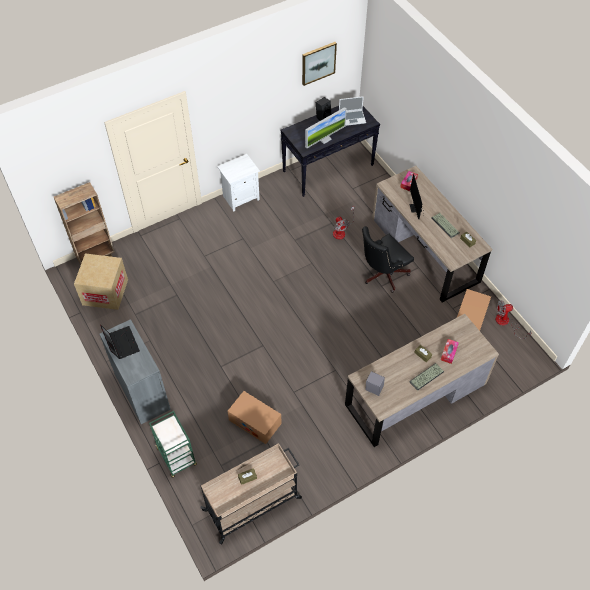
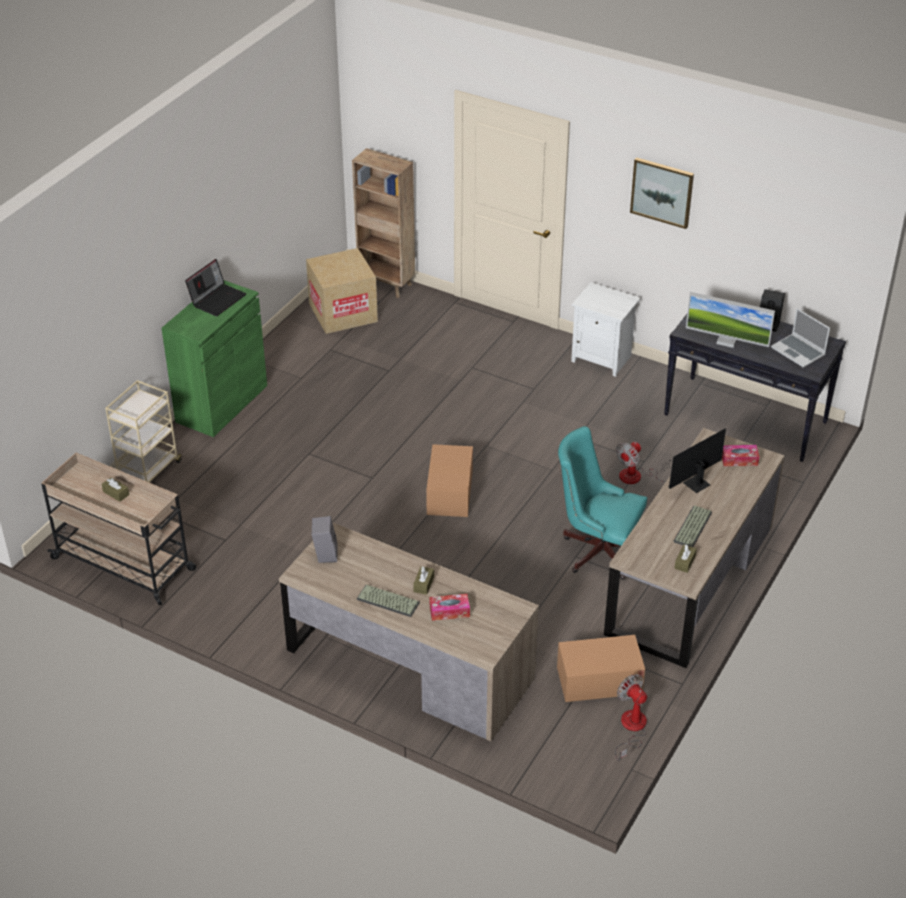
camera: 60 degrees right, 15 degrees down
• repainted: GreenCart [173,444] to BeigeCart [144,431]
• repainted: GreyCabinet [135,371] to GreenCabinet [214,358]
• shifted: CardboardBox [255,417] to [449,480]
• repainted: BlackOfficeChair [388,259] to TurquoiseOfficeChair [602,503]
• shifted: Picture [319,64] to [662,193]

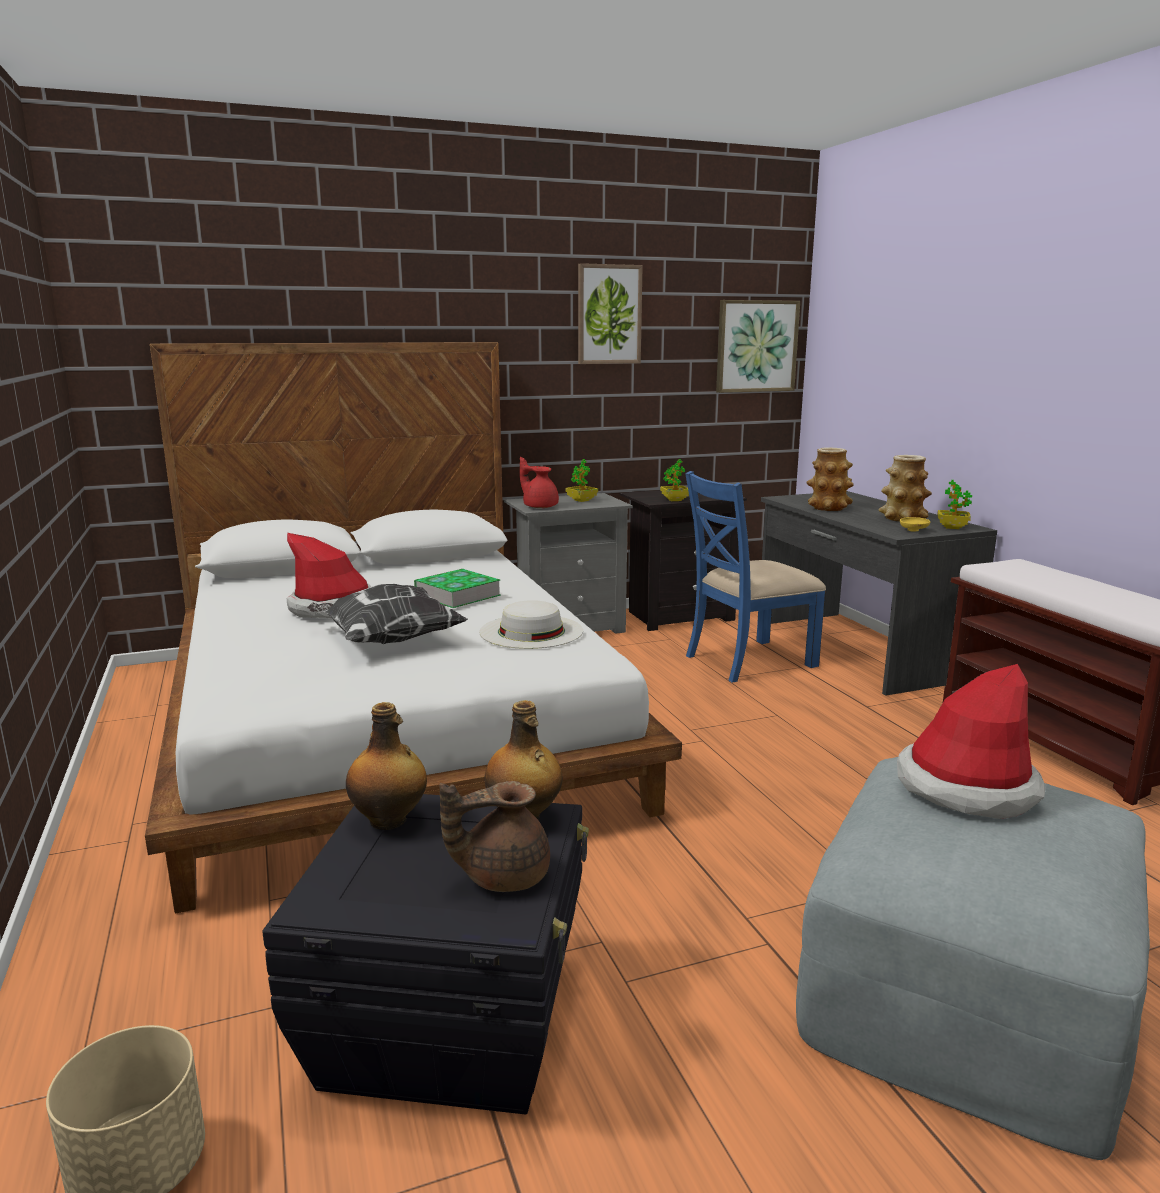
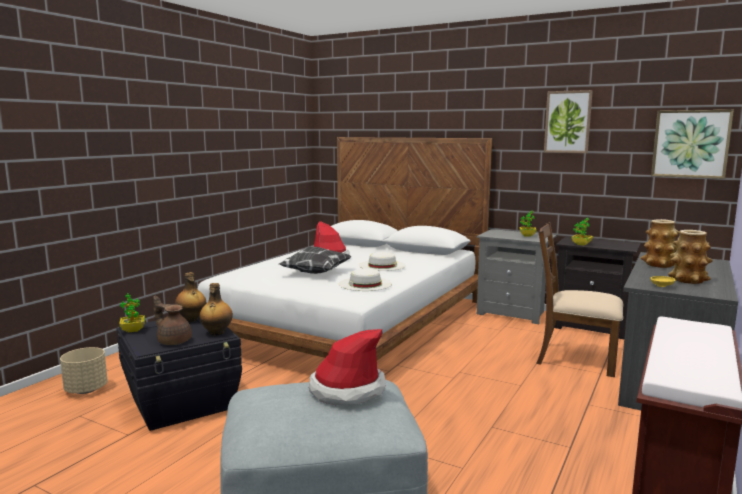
camera: 50 degrees right, 5 degrees down
• shifted: PottedPlant [955,504] to [132,313]
• swapped: Book [457,588] to WhiteHat [382,261]
• repainted: BlueChair [755,577] to BrownChair [579,299]
• gone: RedTeapot [539,482]

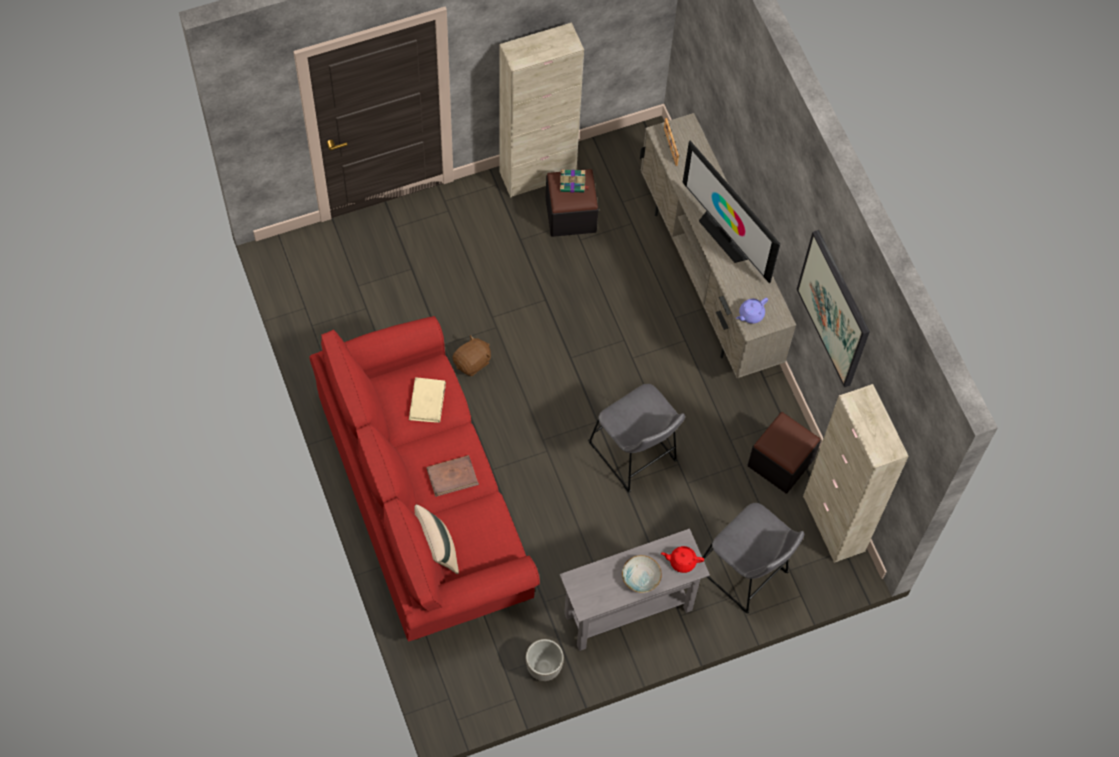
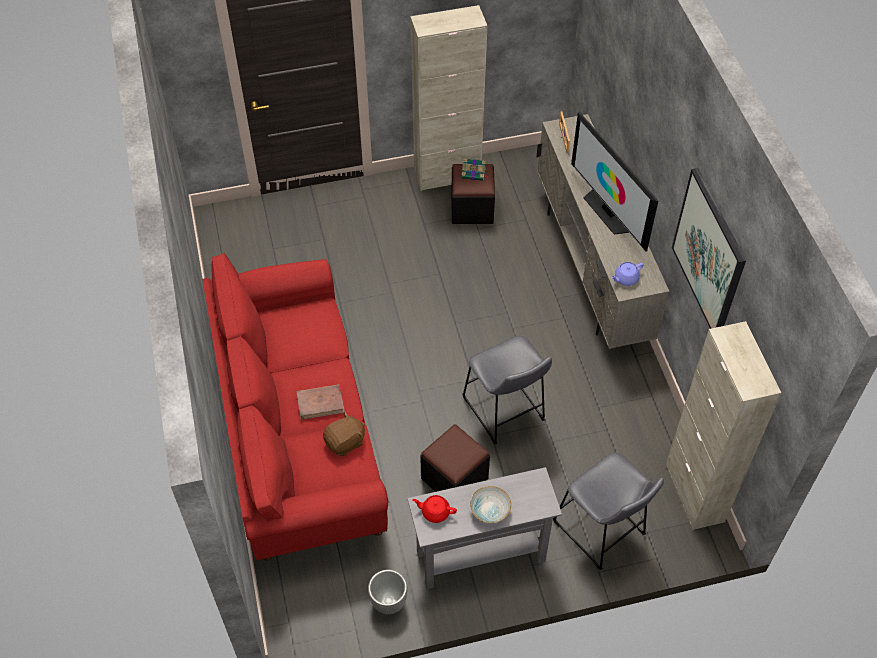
camera: 10 degrees right, 10 degrees down
• shifted: BrownPlushToy [471,355] to [344,434]
• shifted: RedTeapot [682,559] to [434,509]
• shifted: BlackOttoman [784,452] to [455,458]
• gone: BeigeBook [427,400]
• gone: BeigePillow [436,539]

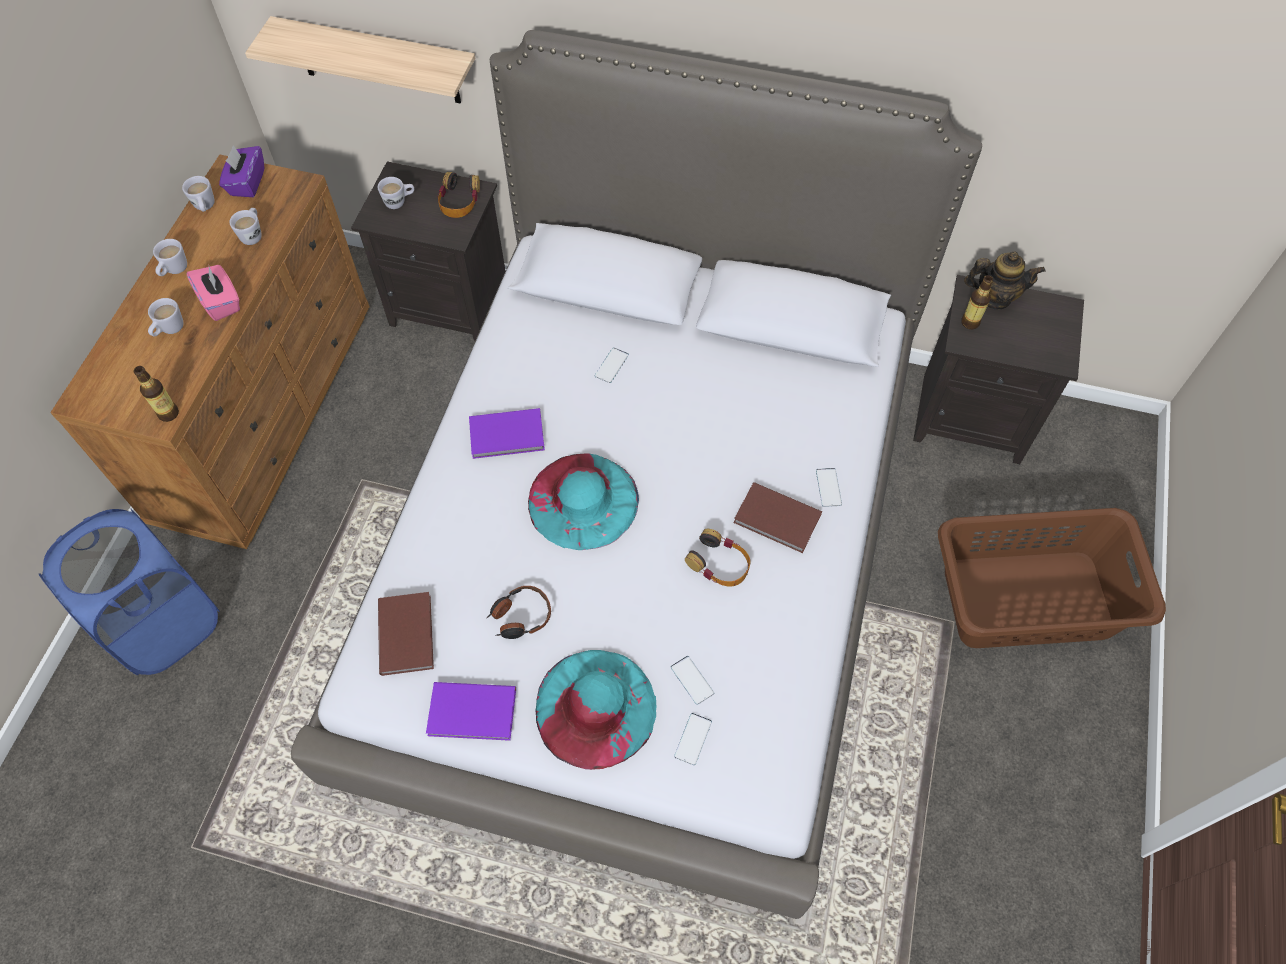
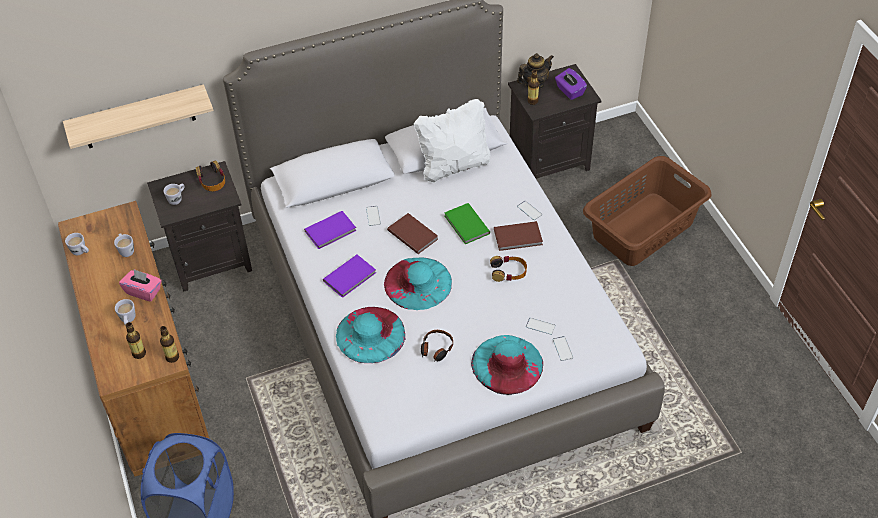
camera: 35 degrees left, 10 degrees down
• new: Bottle [135,340]
• shifted: PurpleBook [471,711] to [330,230]
• new: TurquoiseHat [371,335]
• shifted: BrownBook [406,634] to [412,233]
• new: WhitePillow [452,141]
• new: GreenBook [467,223]
• shifted: PurpleTissueBox [242,171] to [571,84]
• gone: WhiteMug [170,257]

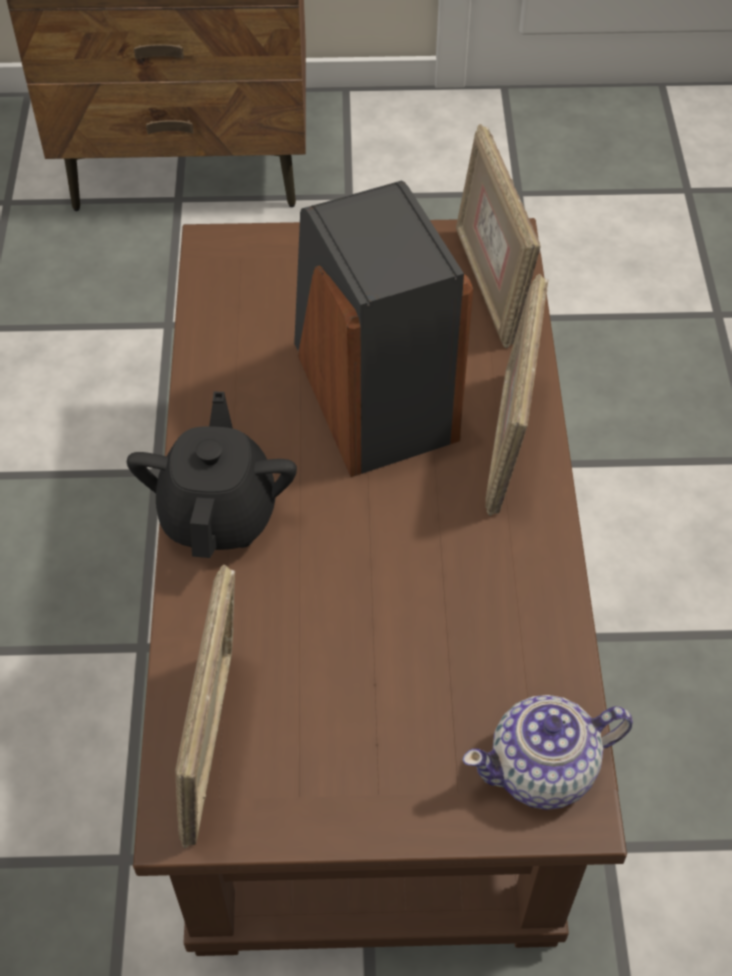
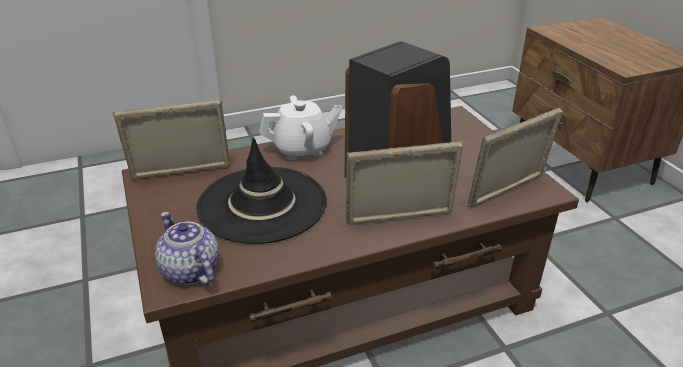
camera: 70 degrees right, 20 degrees down
• new: BlackHat [261,191]
• repainted: BlackTeapot [212,475] to WhiteTeapot [301,127]

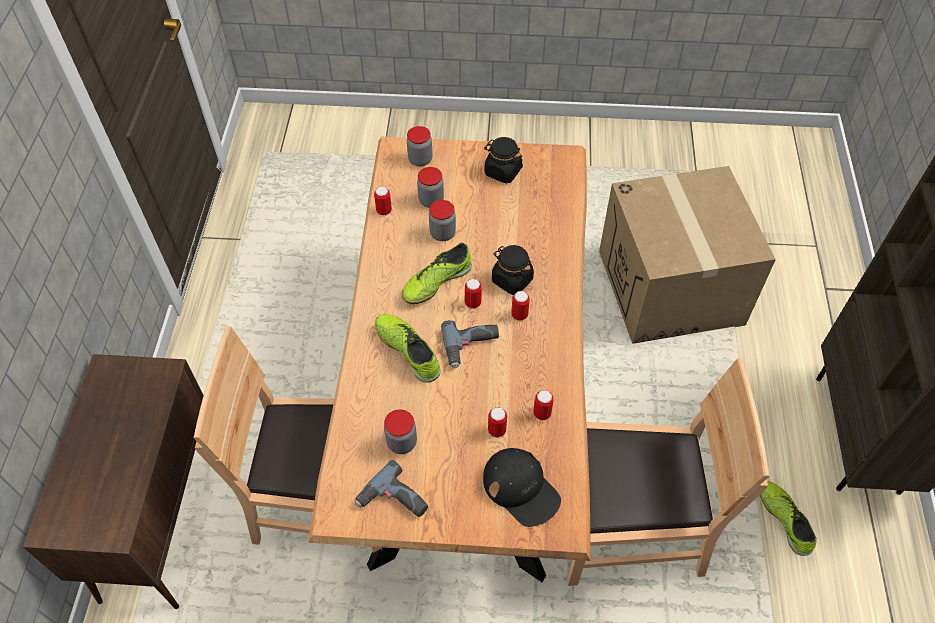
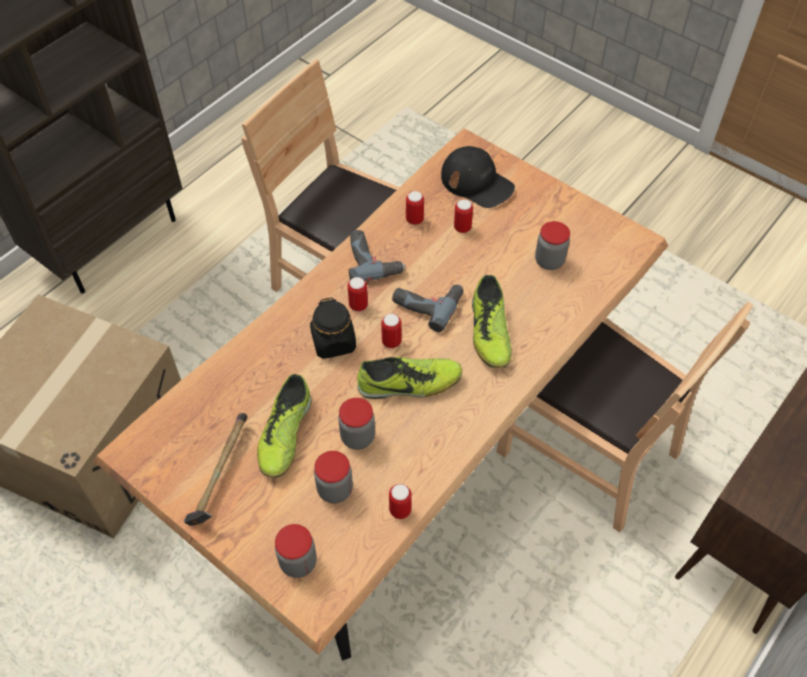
camera: 145 degrees left, 0 degrees up
• swapped: BlackJar [503,160] to Hammer [216,469]
• shifted: Shoe [788,518] to [284,426]
• shifted: PowerDrill [391,488] to [377,255]
• rotated: BlackCap [522,487] = [478,177] 135 degrees clockwise

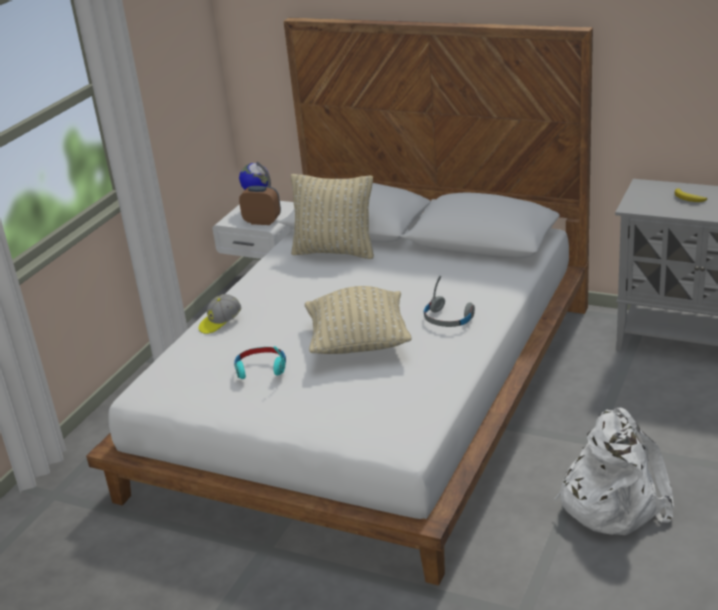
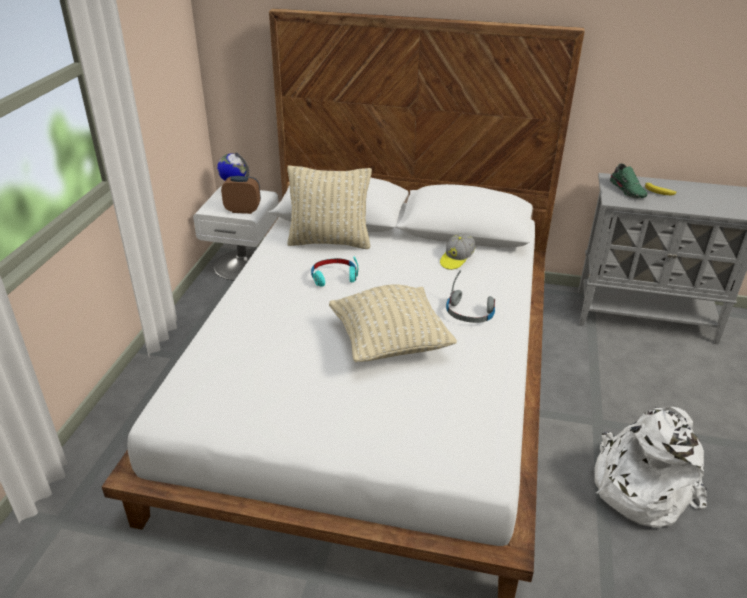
camera: 15 degrees left, 5 degrees up
• shifted: TurquoiseHeadphones [260,362] to [334,271]
• shifted: Cap [220,314] to [457,251]
• new: GreenShoe [628,181]

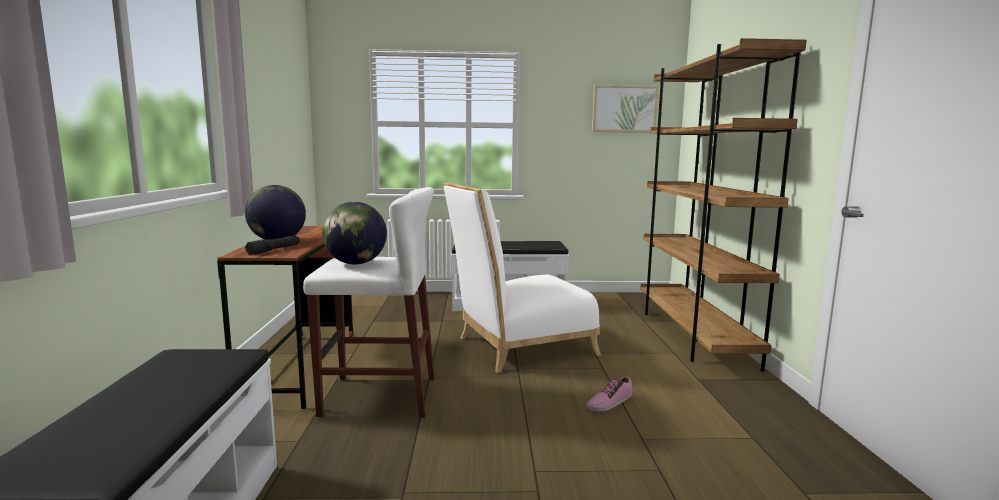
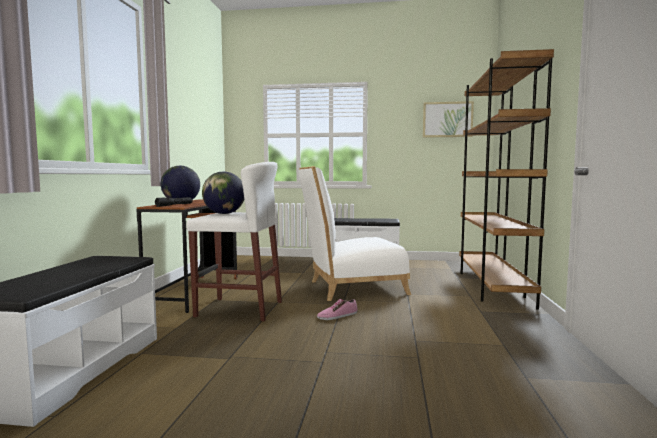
camera: 10 degrees right, 5 degrees down
• shifted: Shoe [610,394] to [337,309]

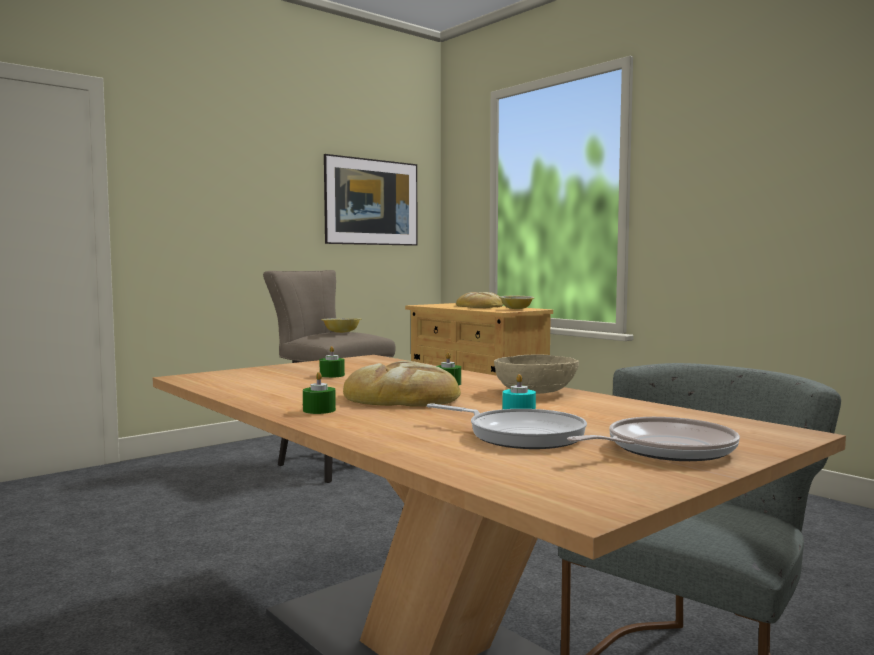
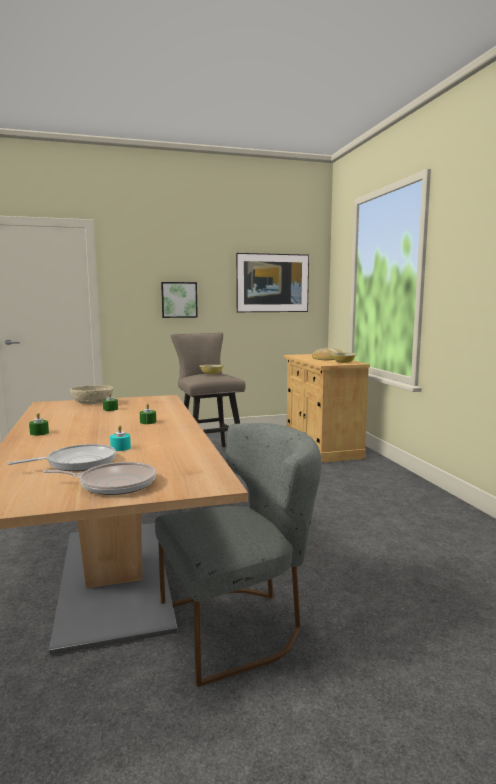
camera: 25 degrees right, 5 degrees up
• rotated: FryingPan [507,426] = [61,457] 90 degrees counterclockwise
• shifted: BeigeBowl [536,374] to [91,394]
• new: Picture [179,300]
• gone: Bread [402,384]

